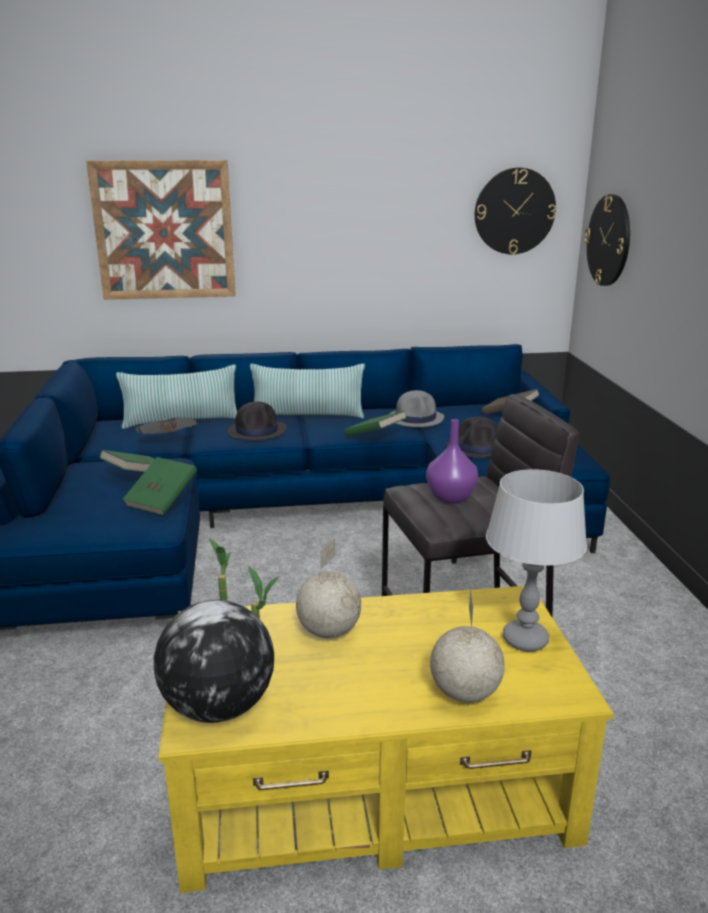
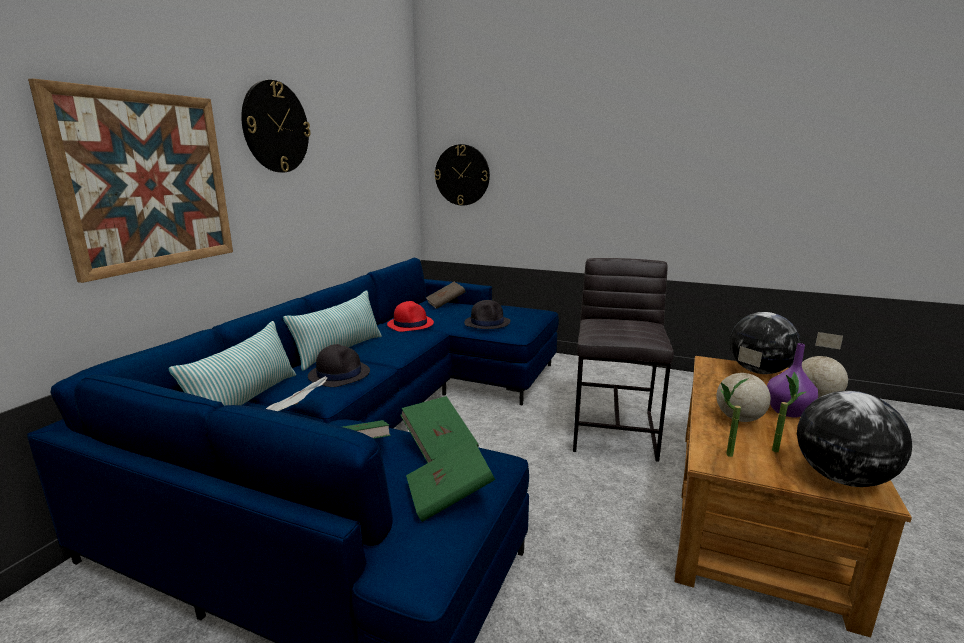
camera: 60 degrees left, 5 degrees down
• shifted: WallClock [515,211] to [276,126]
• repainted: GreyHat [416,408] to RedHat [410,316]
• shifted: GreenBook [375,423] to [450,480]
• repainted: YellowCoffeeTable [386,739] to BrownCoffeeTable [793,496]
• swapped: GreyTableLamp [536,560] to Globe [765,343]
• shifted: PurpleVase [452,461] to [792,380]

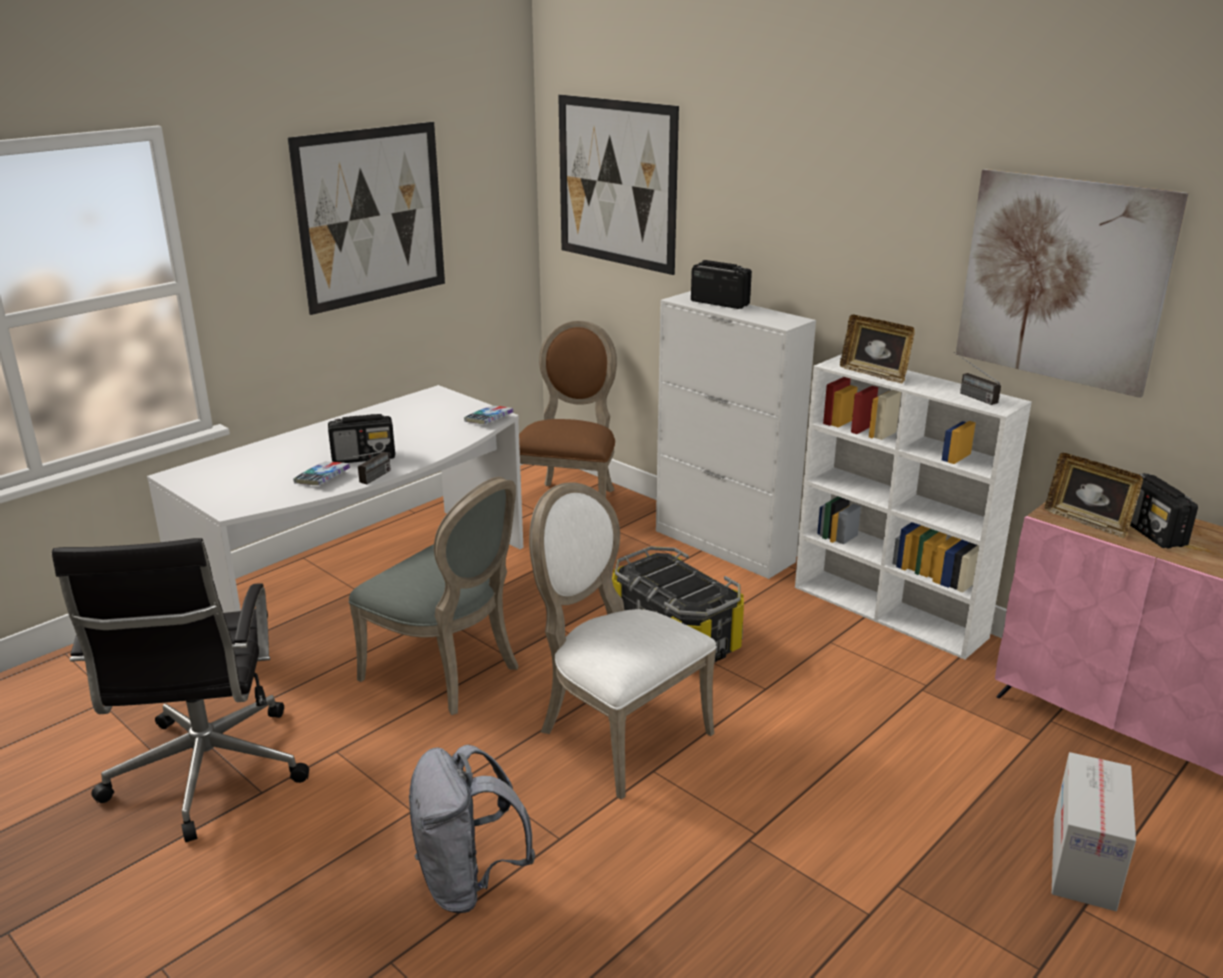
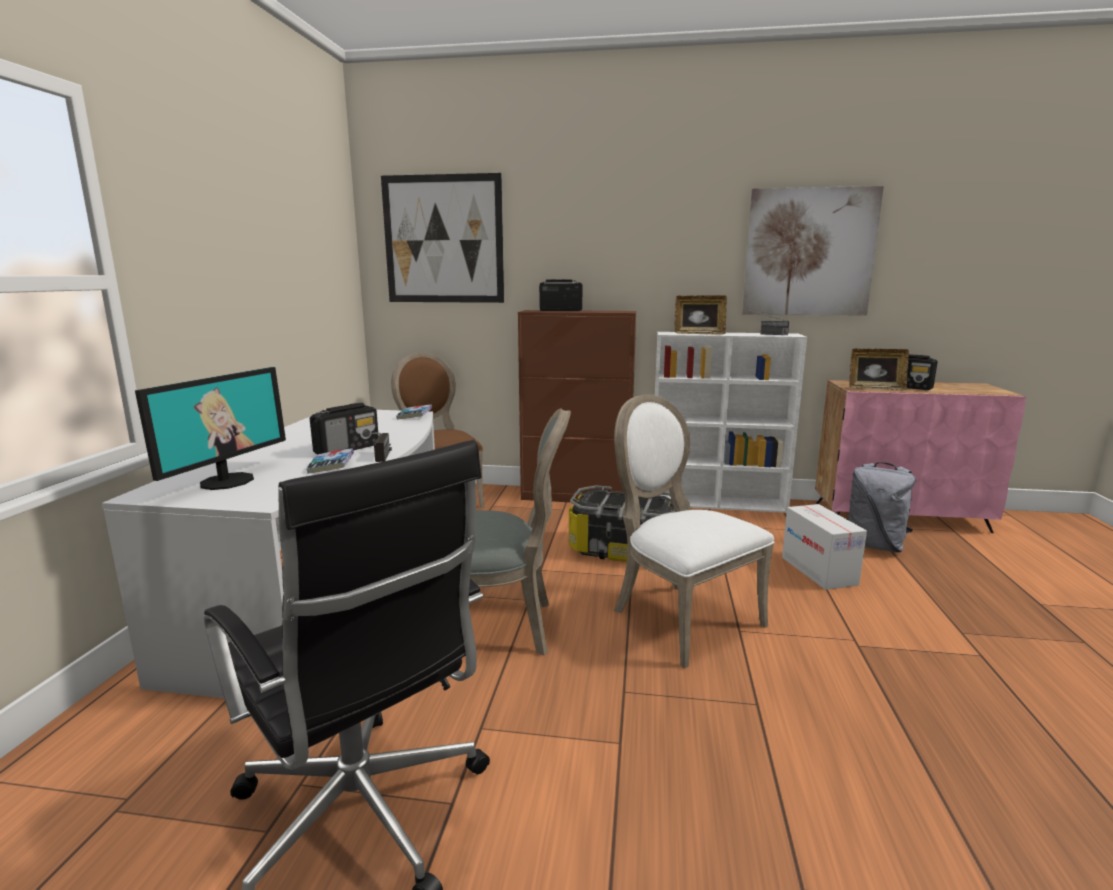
camera: 35 degrees left, 10 degrees down
• new: Monitor [210,428]
• repainted: WhiteCabinet [736,435] to BrownCabinet [577,406]
• rotated: WhiteChair [623,641] = [694,532] 45 degrees clockwise
• shifted: CardboardBox [1094,831] to [824,547]
• shifted: GreyBackpack [472,829] to [881,507]
• gone: Picture [366,218]

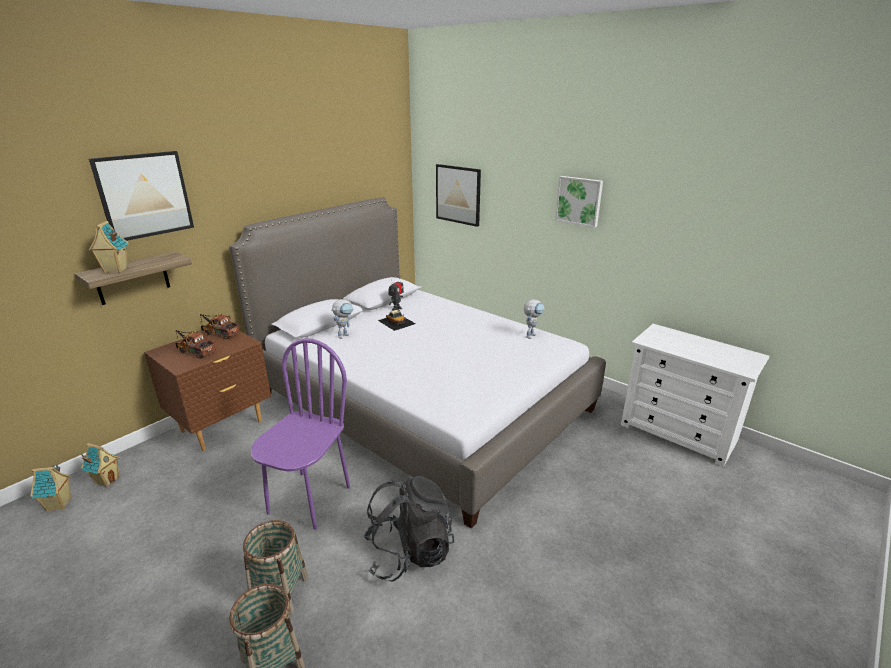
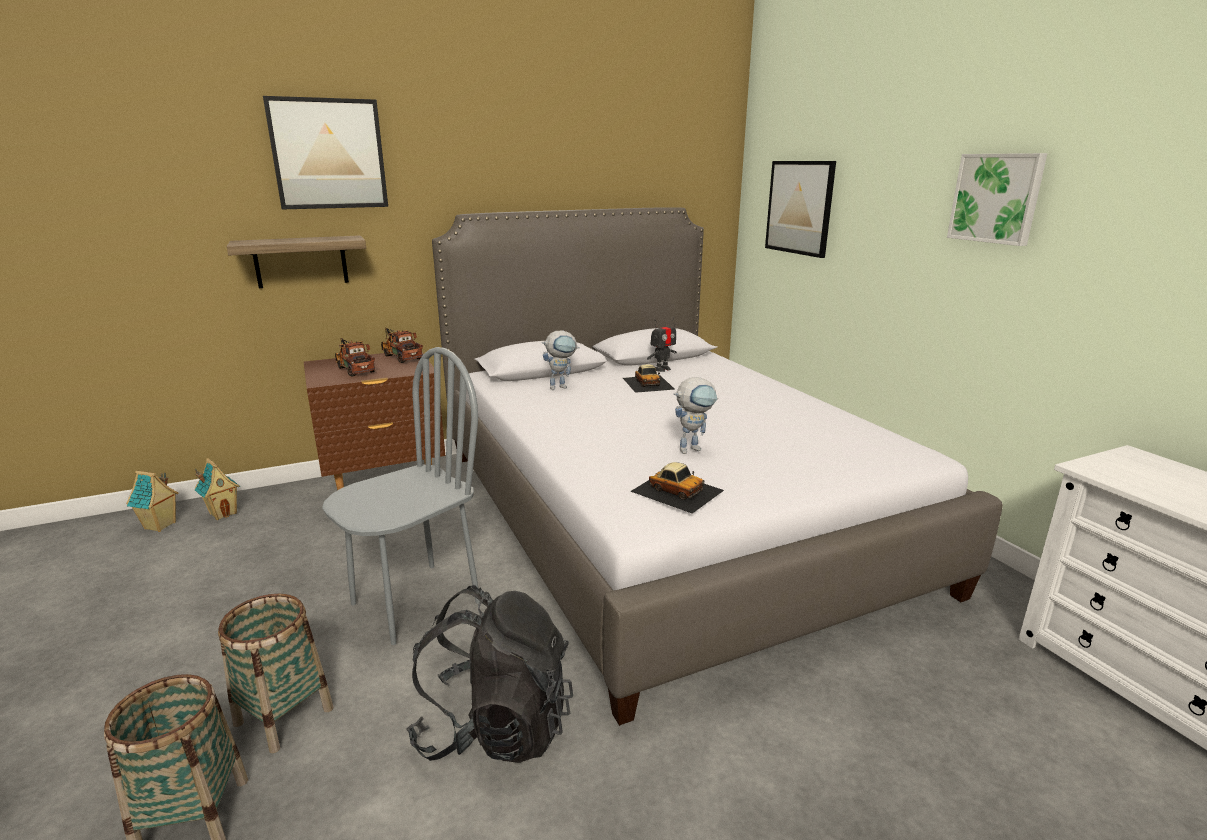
camera: 25 degrees right, 5 degrees down
• repainted: PurpleChair [300,434] to GreyChair [401,496]
• new: ToyCar [677,488]
• shifted: ToyRobot [534,319] to [696,415]
• gone: ToyHouse [108,247]

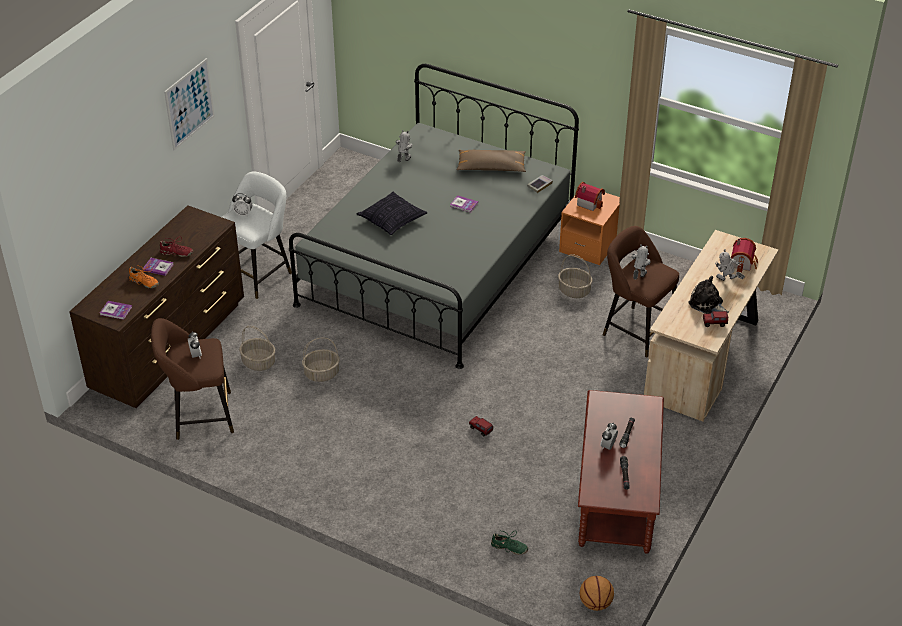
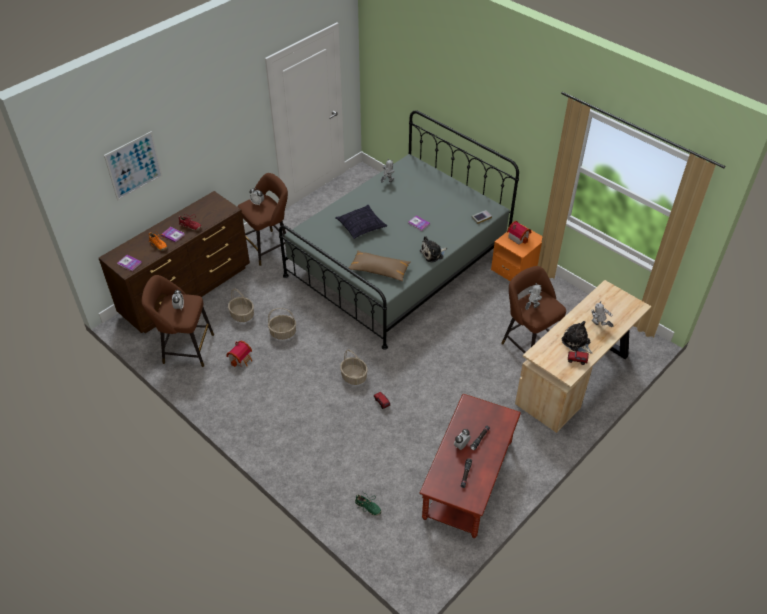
camera: 15 degrees right, 5 degrees up
• shifted: Picture [189,104] to [133,165]
• shifted: ToyHouse [744,255] to [239,354]
• repainted: WhiteStool [257,235] to BrownStool [263,219]
• shifted: Basket [575,276] to [354,367]
• shifted: BrownPillow [491,161] to [380,266]
• new: PlushToy [433,249]
• gone: Basketball [597,593]

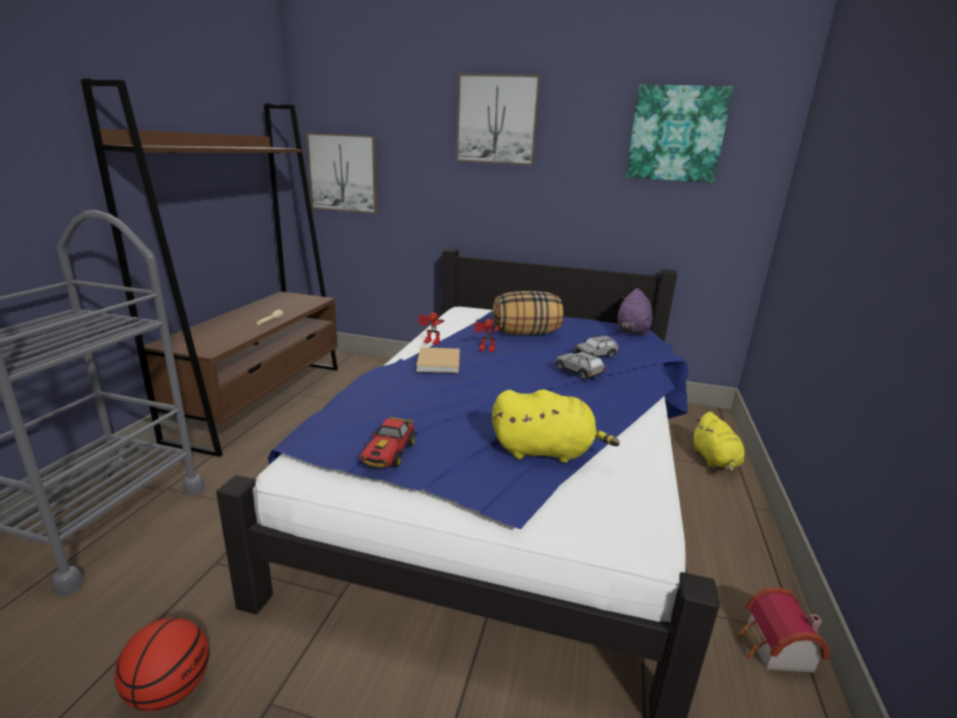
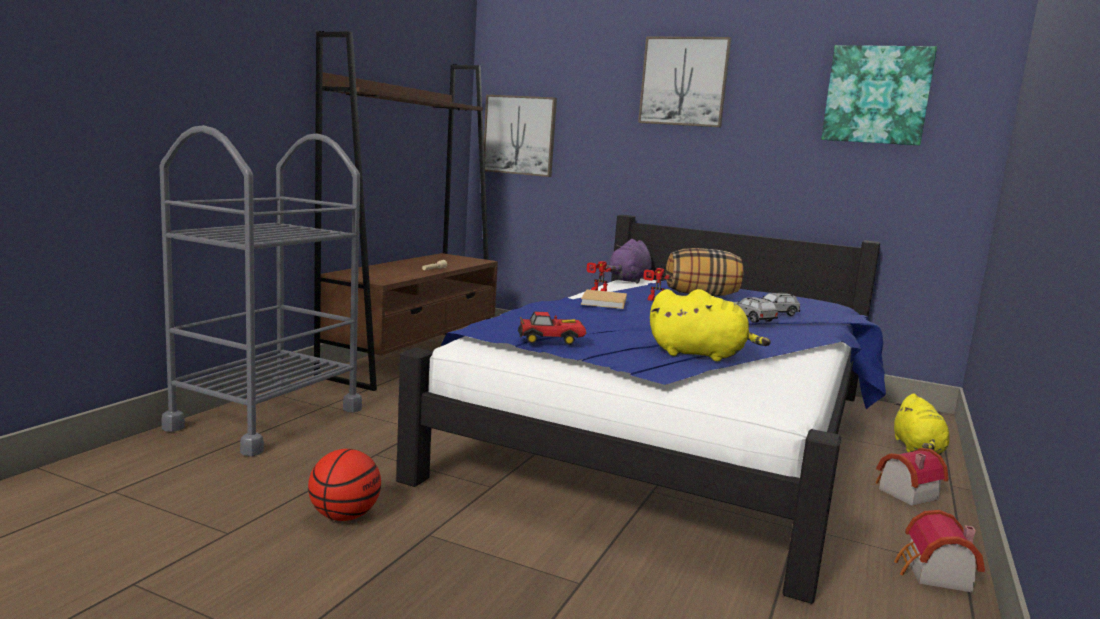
camera: 10 degrees right, 10 degrees down
• rotated: ToyCar [388,442] = [552,328] 120 degrees counterclockwise
• shifted: PurplePlushToy [635,312] to [629,261]
• new: ToyHouse [912,477]

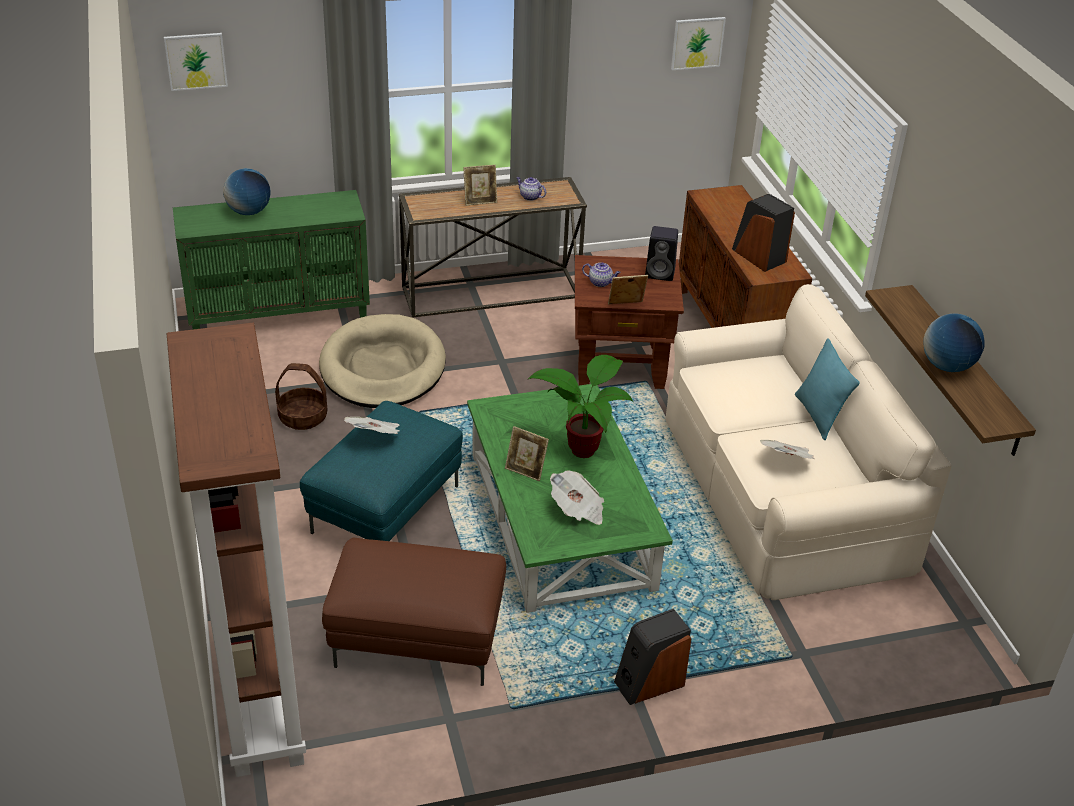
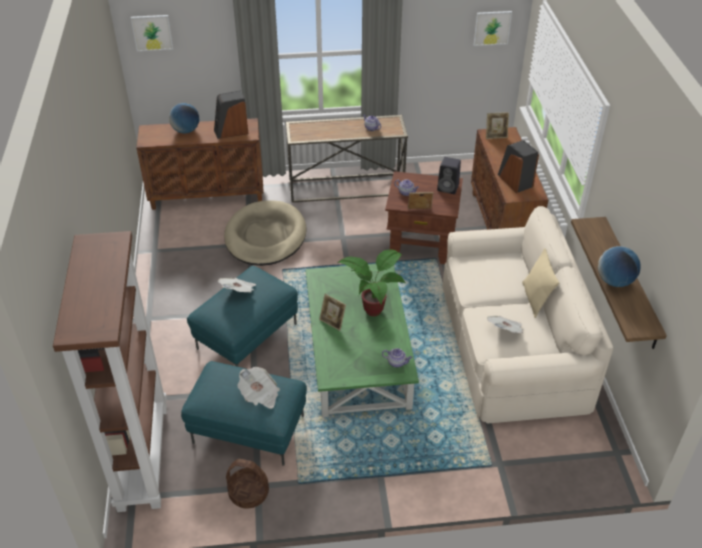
camera: 10 degrees right, 5 degrees up
• repainted: GreenCabinet [271,259] to BrownCabinet [200,164]
• repainted: BrownOttoman [414,611] to TurquoiseOttoman [244,413]
• shifted: Speaker [652,656] to [231,114]
• shifted: Basket [301,396] to [247,484]
• shifted: Newspaper [577,498] to [259,388]
• new: Teapot [397,357]
• shifted: PictureFrame [480,185] to [497,125]
• repainted: TurquoisePillow [827,389] to BeigePillow [540,283]

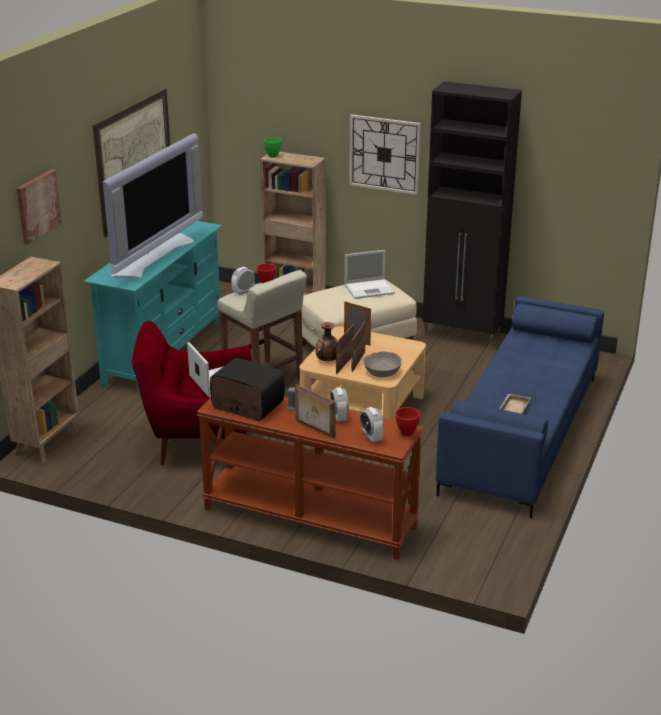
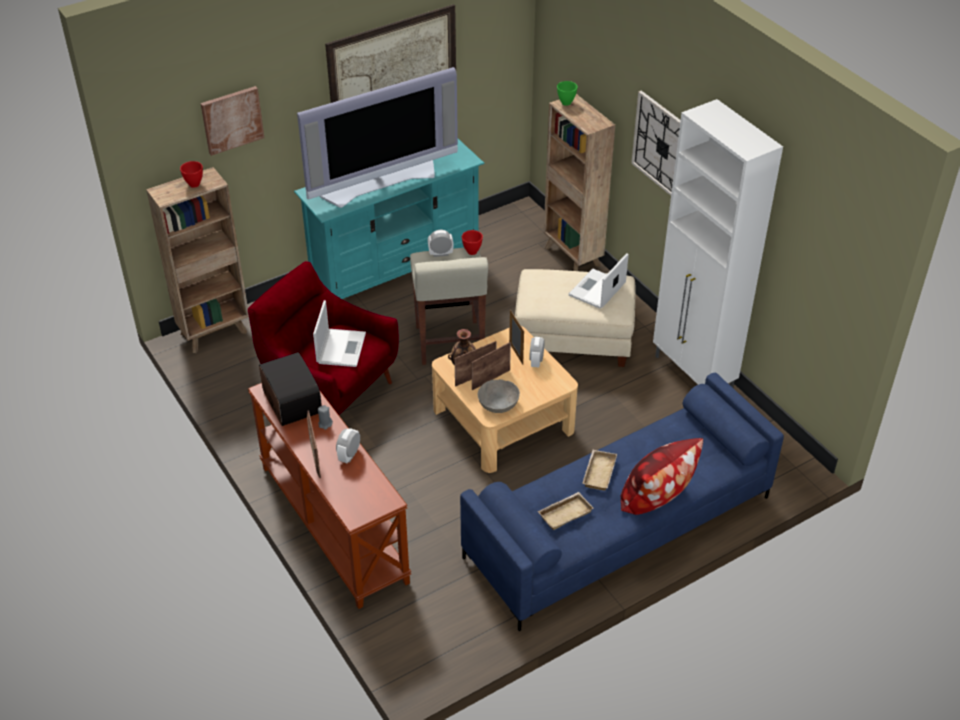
camera: 35 degrees right, 15 degrees up
• shifted: RedBowl [407,421] to [191,174]
• shifted: AlarmClock [372,425] to [537,352]
• rotated: Laptop [370,274] = [599,281] 105 degrees clockwise
• new: BeigeTray [599,470]
• new: Pillow [661,476]
• repainted: BlackCabinet [472,215] to WhiteCabinet [718,243]

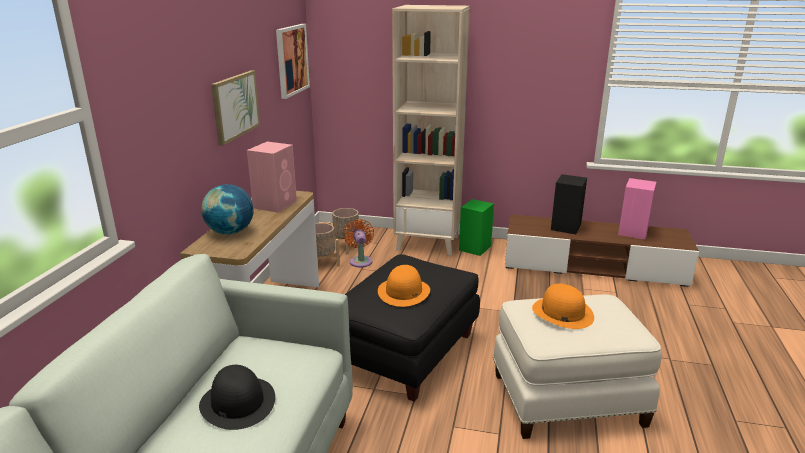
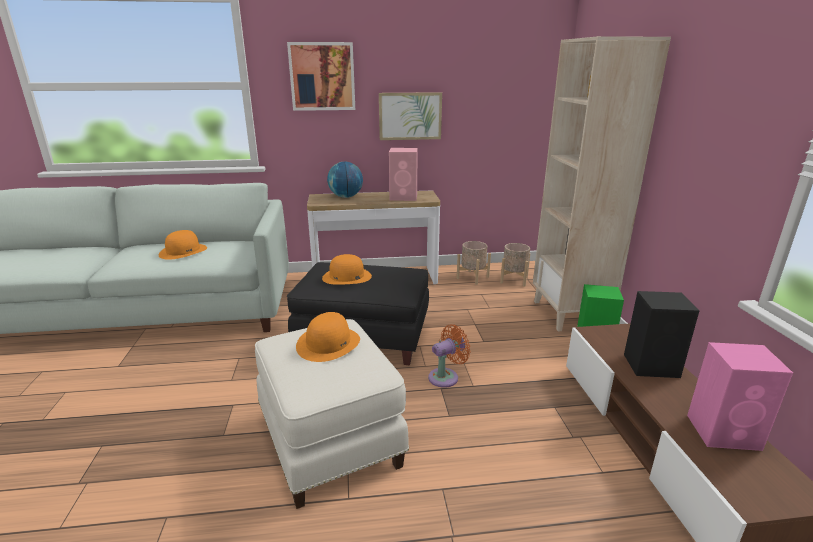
camera: 70 degrees right, 0 degrees up
• repainted: BlackHat [237,397] to OrangeHat [183,245]
• shifted: Picture [293,61] to [321,76]
• shifted: OrangeFan [358,243] to [449,356]

